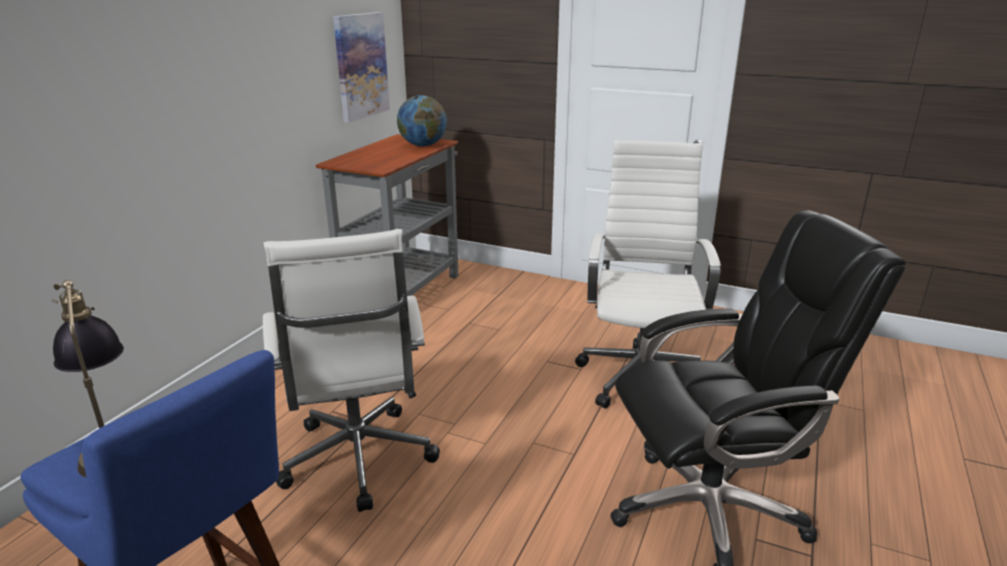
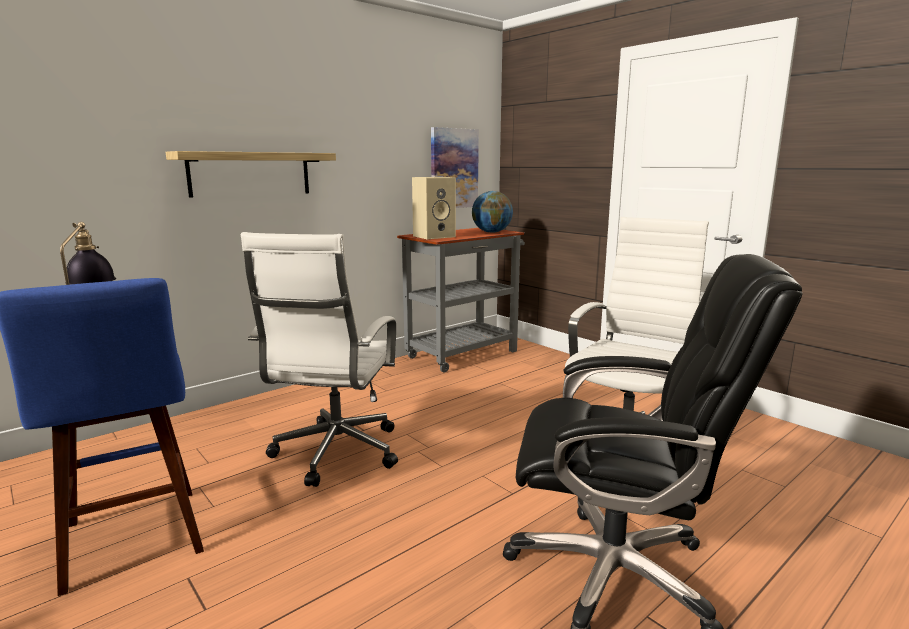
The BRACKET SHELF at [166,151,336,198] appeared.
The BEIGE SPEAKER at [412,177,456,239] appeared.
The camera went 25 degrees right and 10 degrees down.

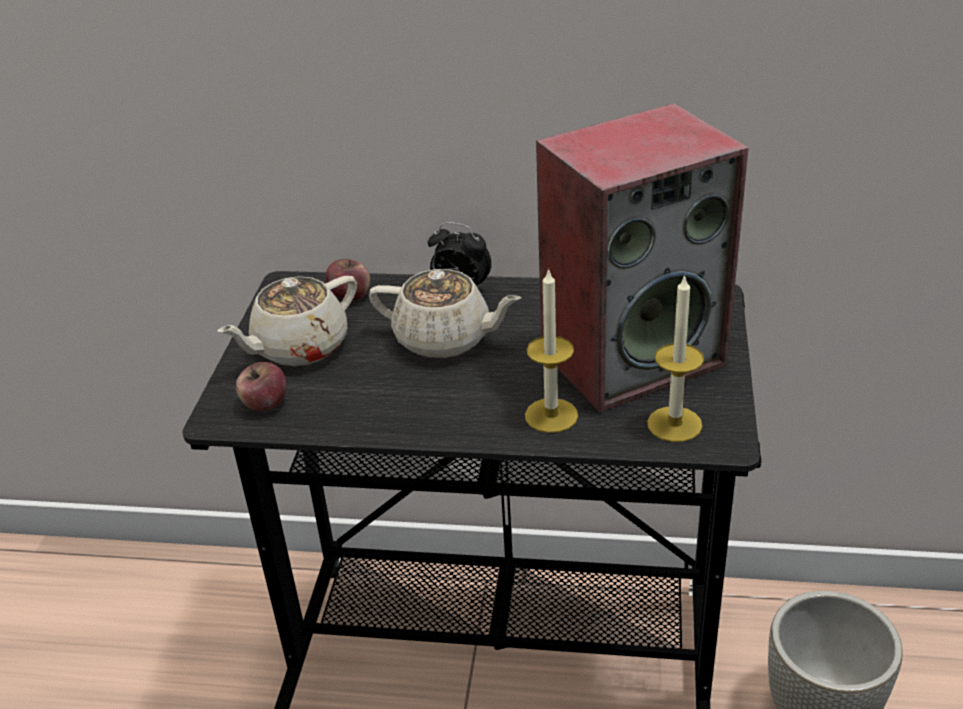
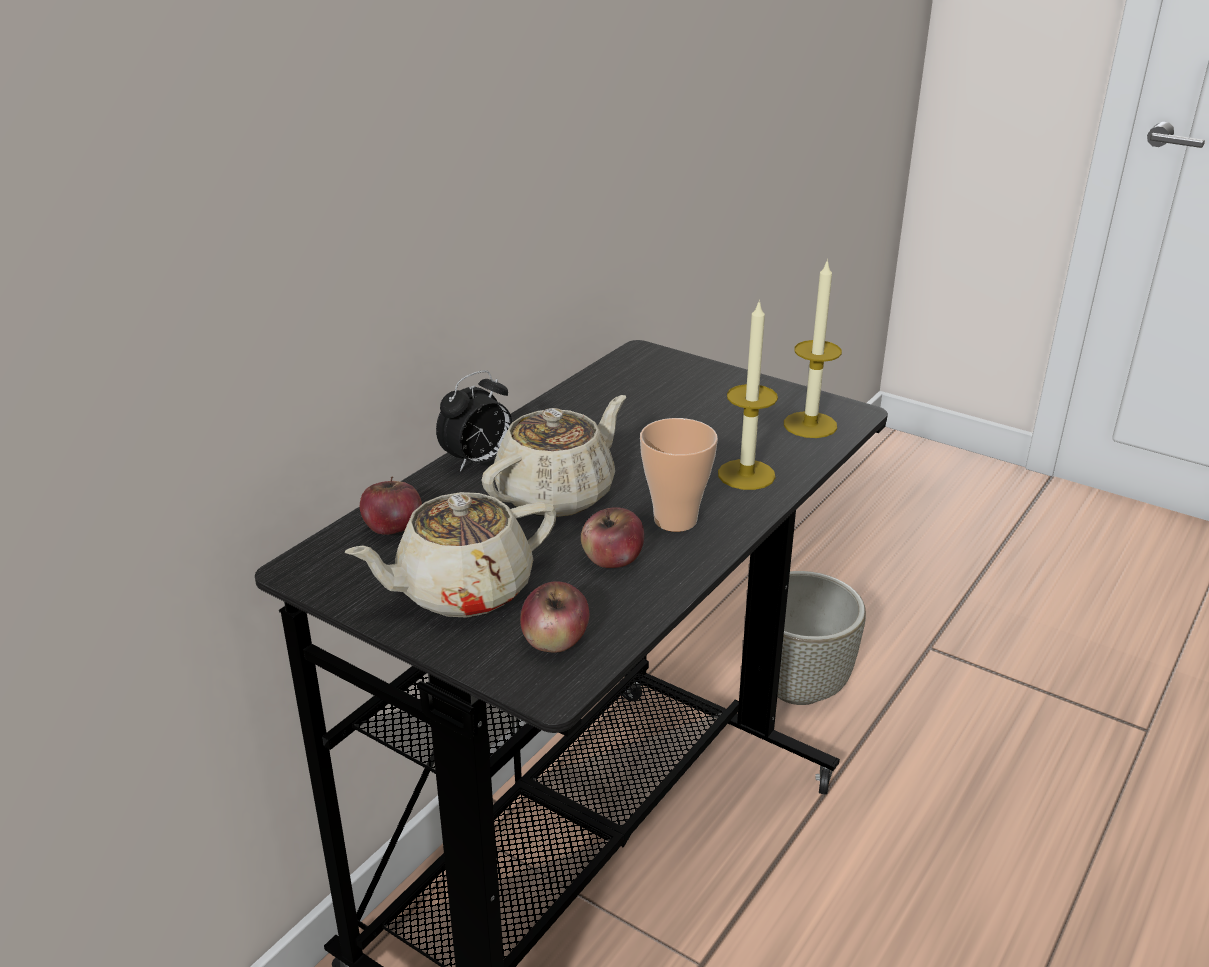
The BEIGE POT FOR TEA at [217,276,357,366] turned 75 degrees clockwise.
The SPEAKER at [536,103,748,413] disappeared.
The WHOLE APPLE at [581,507,644,568] appeared.
The DRINKING CUP at [640,418,718,532] appeared.
The camera went 65 degrees left and 5 degrees down.

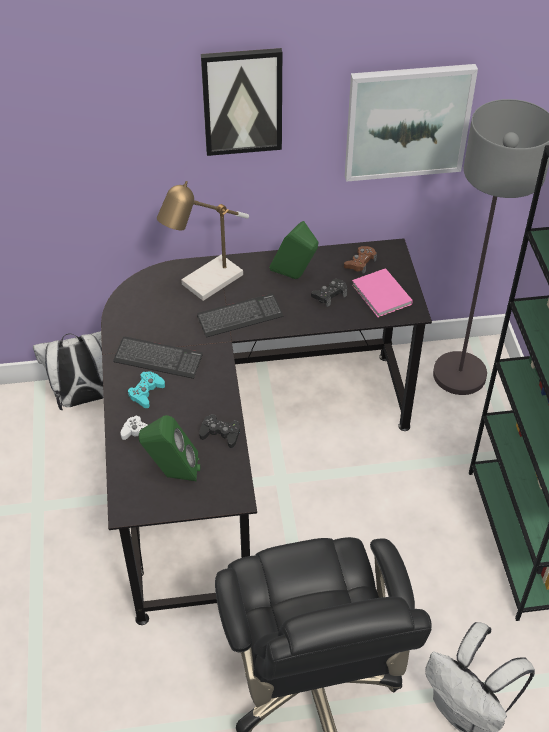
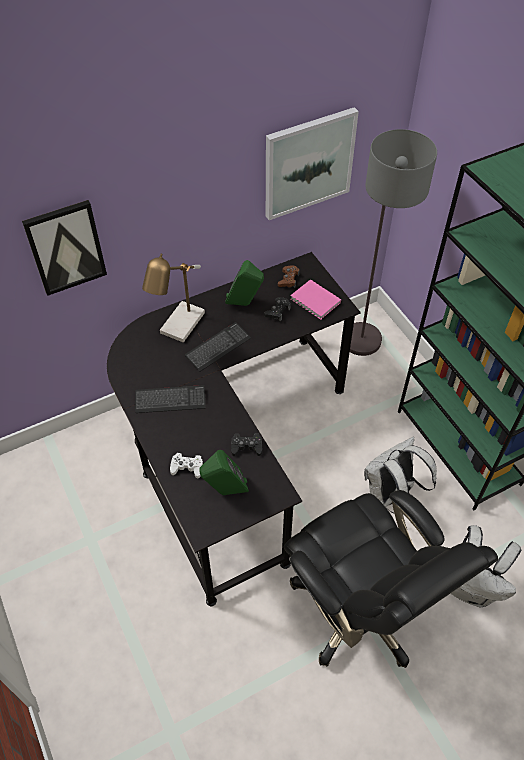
The WHITE RUCKSACK moved from [33,331,104,410] to [364,437,437,513].
The TURQUOISE-COLOURED GAME CONTROLLER at [128,371,165,408] disappeared.
The PICTURE moved from [201,48,282,156] to [22,200,107,296].
The camera went 20 degrees left and 5 degrees up.

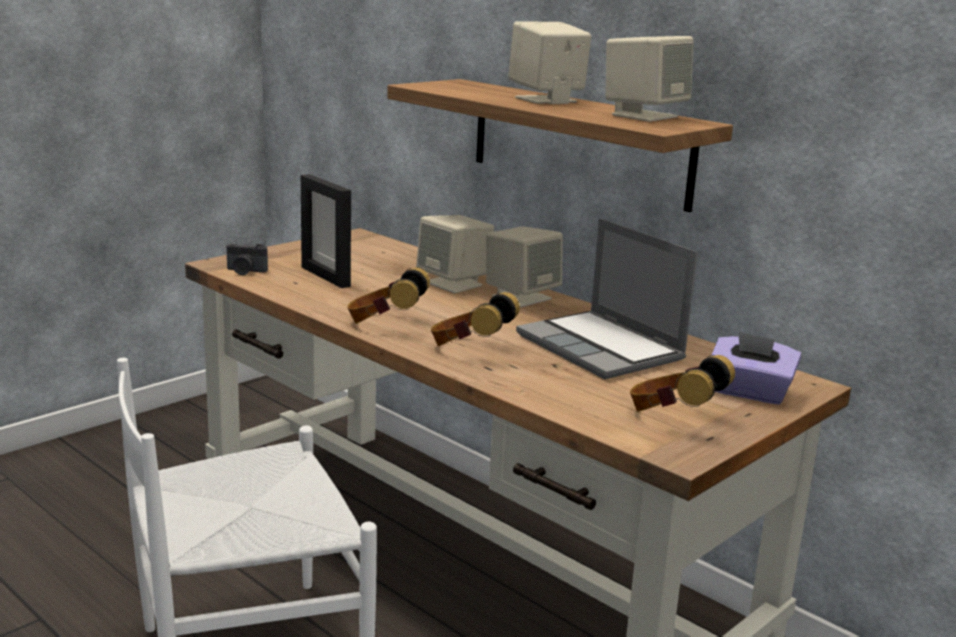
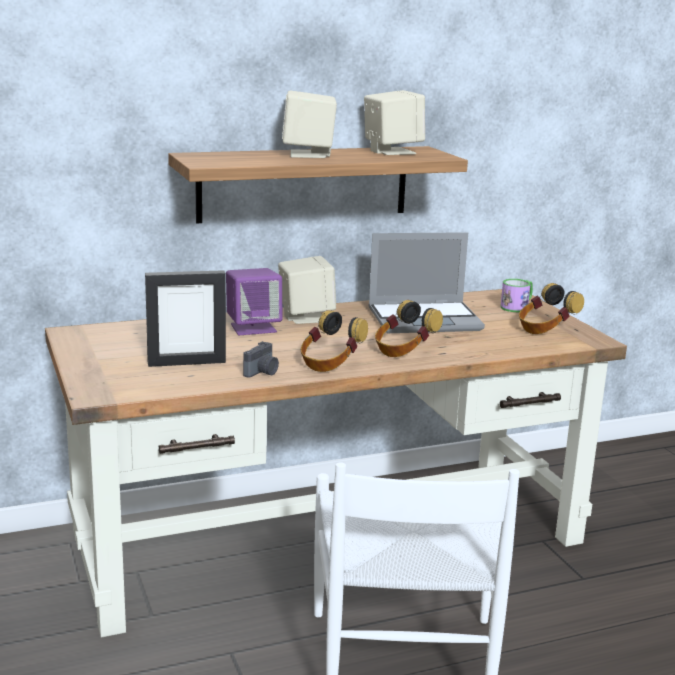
The STILL CAMERA moved from [226,244,268,275] to [243,341,279,378].
The BEIGE SPEAKER at [416,215,494,293] became the PURPLE SPEAKER at [226,268,282,335].
The PURPLE BOX OF TISSUES at [712,331,801,405] was replaced by the TEA MUG at [500,279,533,312].
The camera went 65 degrees left and 0 degrees up.

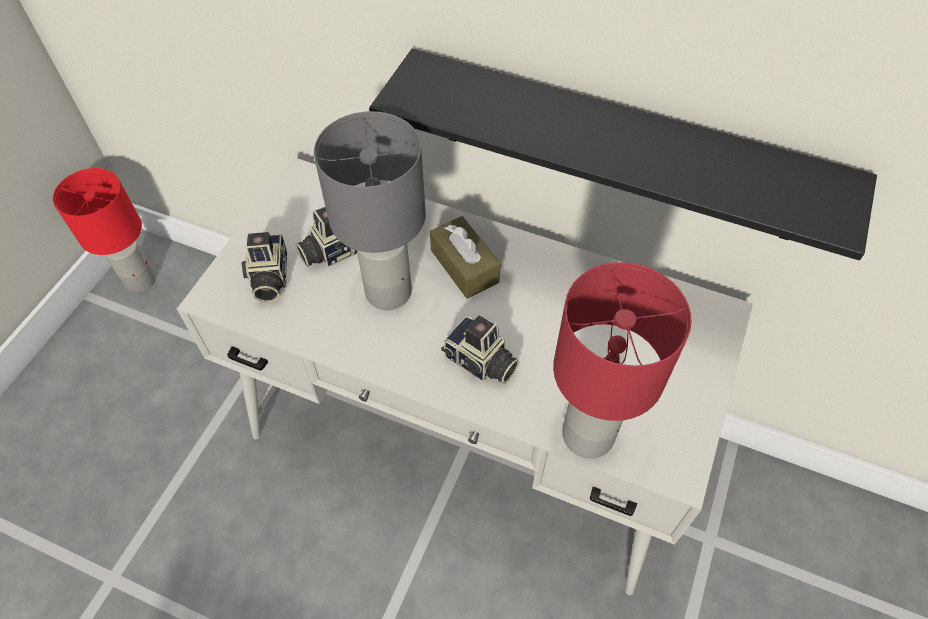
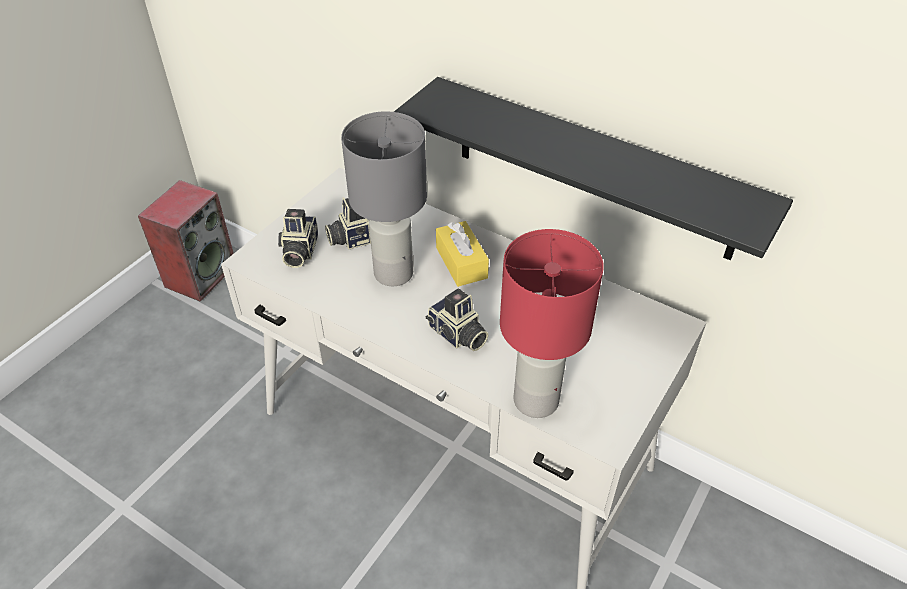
The RED-COLOURED LAMP FOR A TABLE at [53,168,156,293] was replaced by the SPEAKER at [138,180,234,302].
The BROWNISH BOX OF TISSUES at [430,216,501,299] became the YELLOW BOX OF TISSUES at [436,221,489,287].
The camera went 10 degrees right and 10 degrees down.

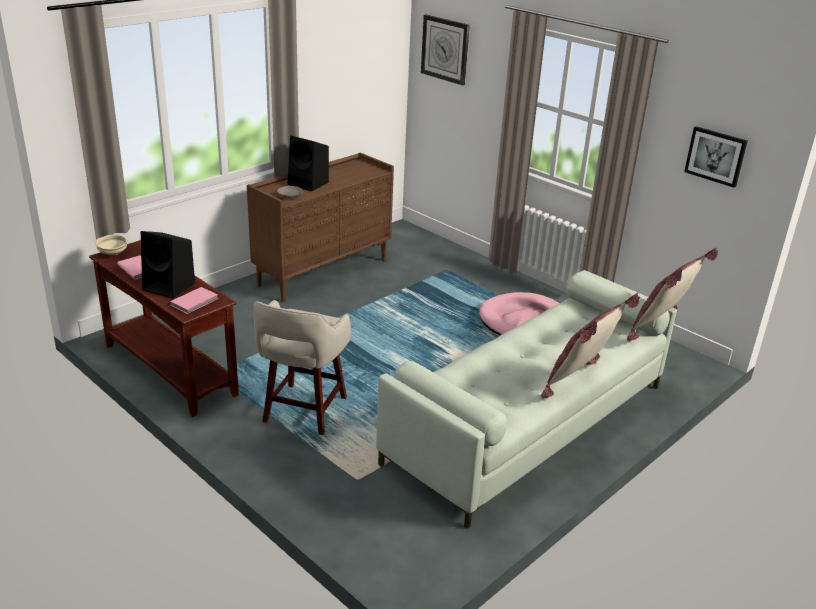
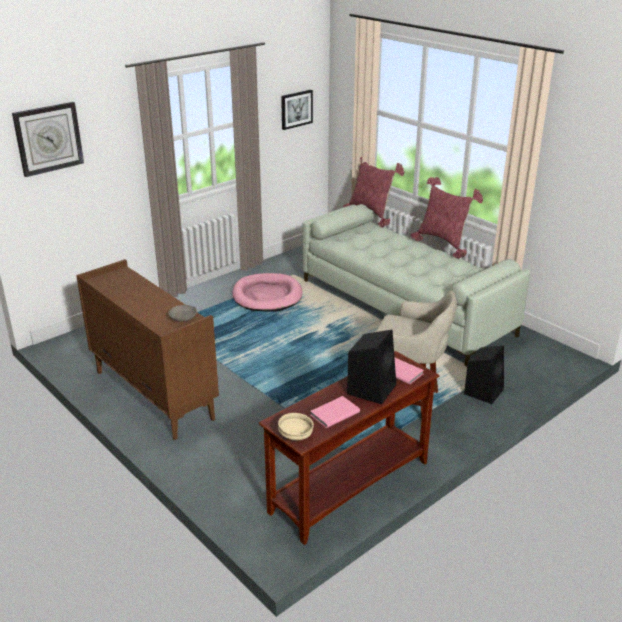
The BLACK SPEAKER moved from [288,136,329,192] to [464,346,504,404].
The camera went 85 degrees left and 0 degrees up.

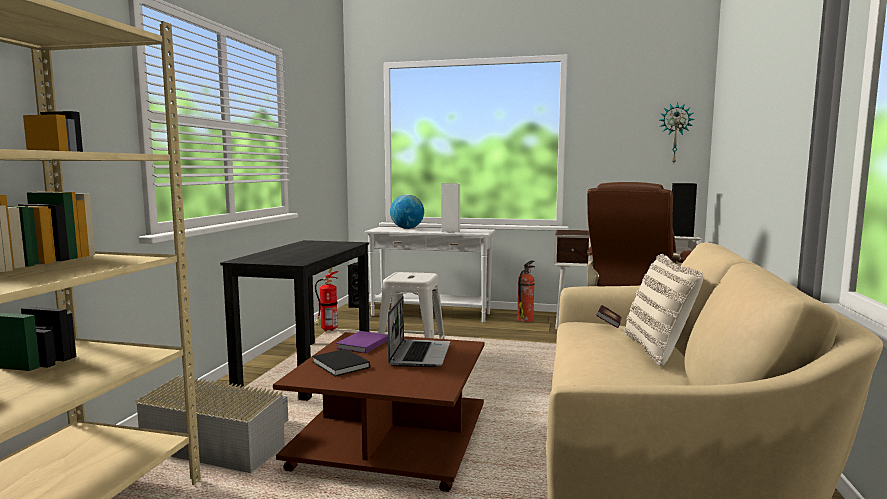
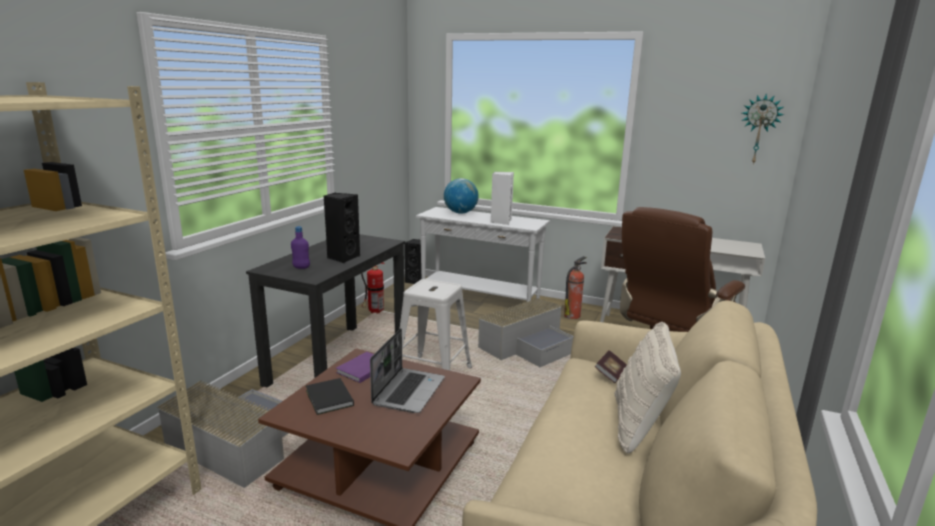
The BLACK SPEAKER moved from [672,183,697,237] to [324,193,360,263].
The PURPLE DRINK BOTTLE at [291,226,310,269] appeared.
The GREYISH STORAGE BOX at [478,298,573,367] appeared.
The camera went 10 degrees right and 10 degrees up.

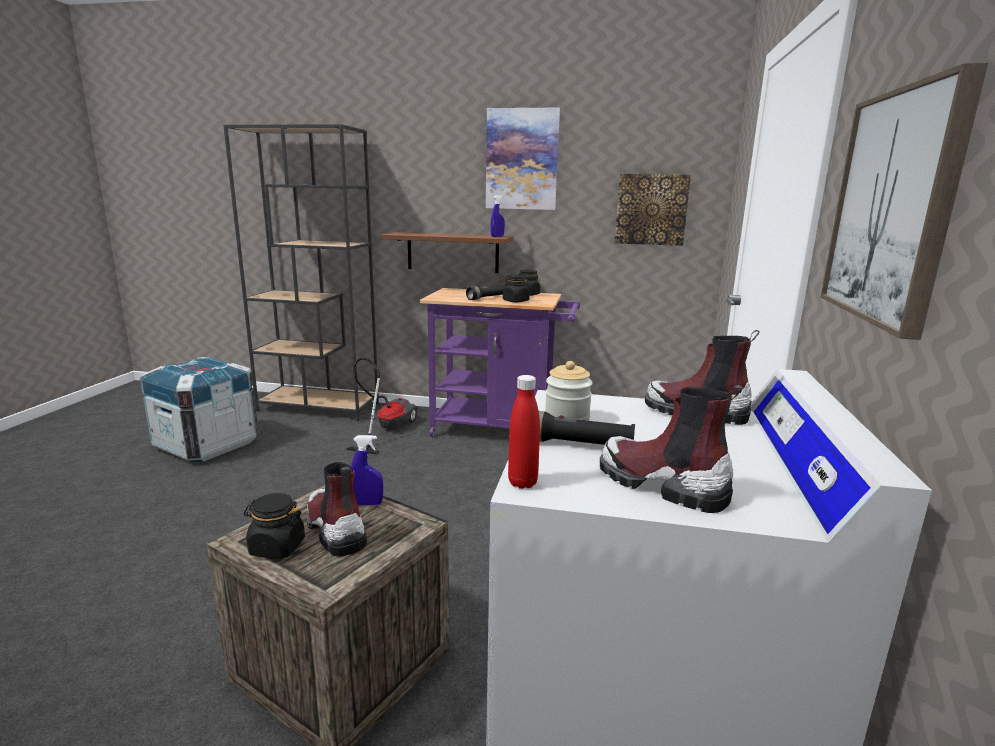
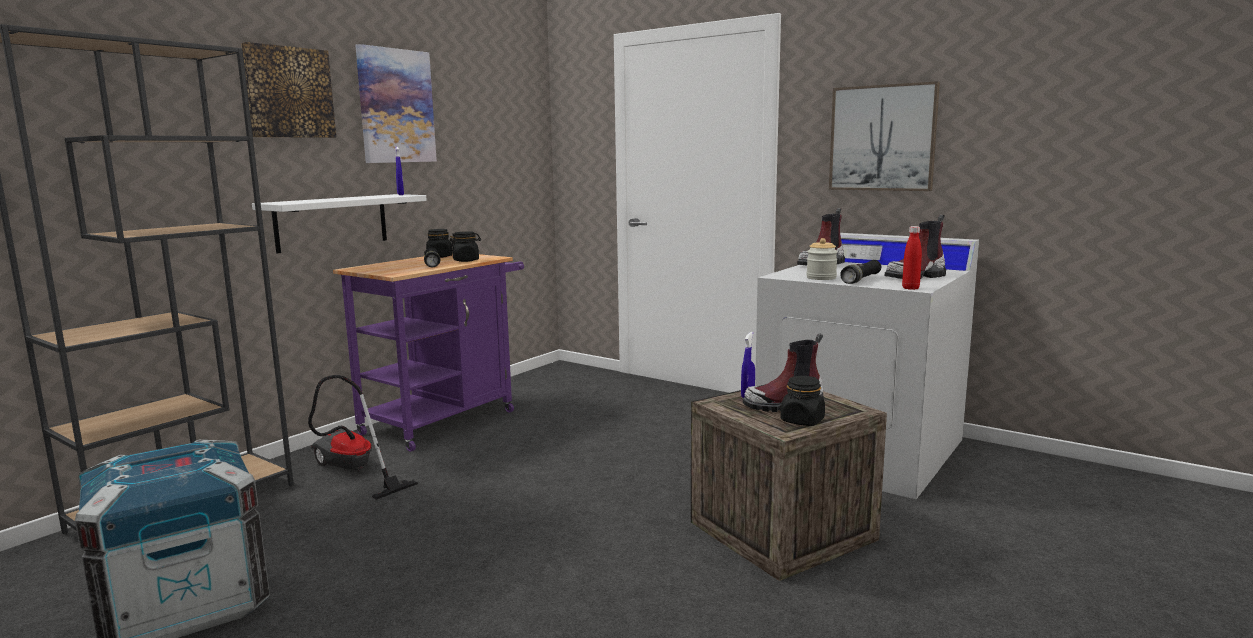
The BROWNISH BRACKET SHELF at [381,232,513,273] became the WHITE BRACKET SHELF at [252,194,427,254].
The PICTURE moved from [615,174,691,246] to [241,42,336,138].
The camera went 65 degrees left and 5 degrees down.

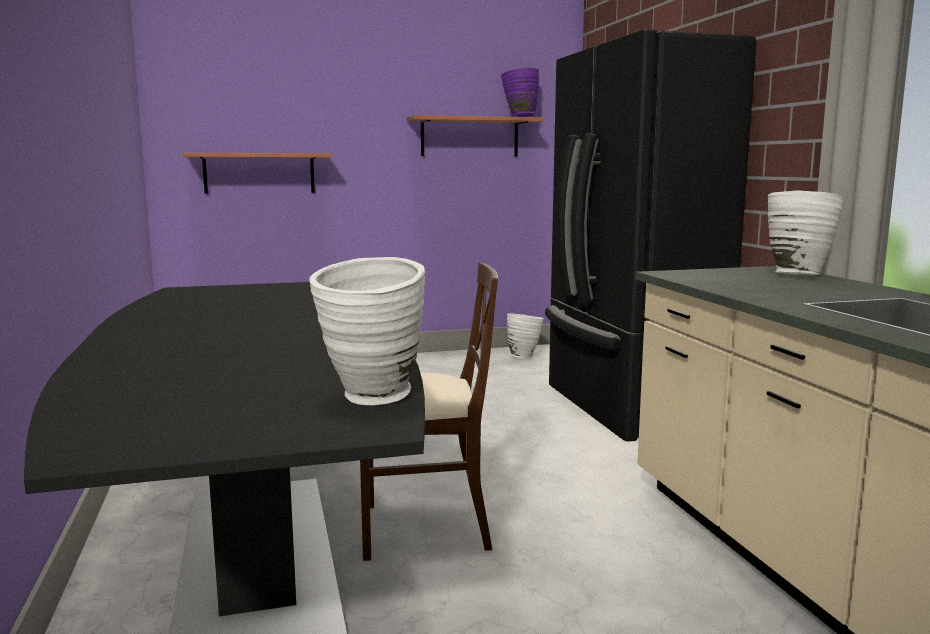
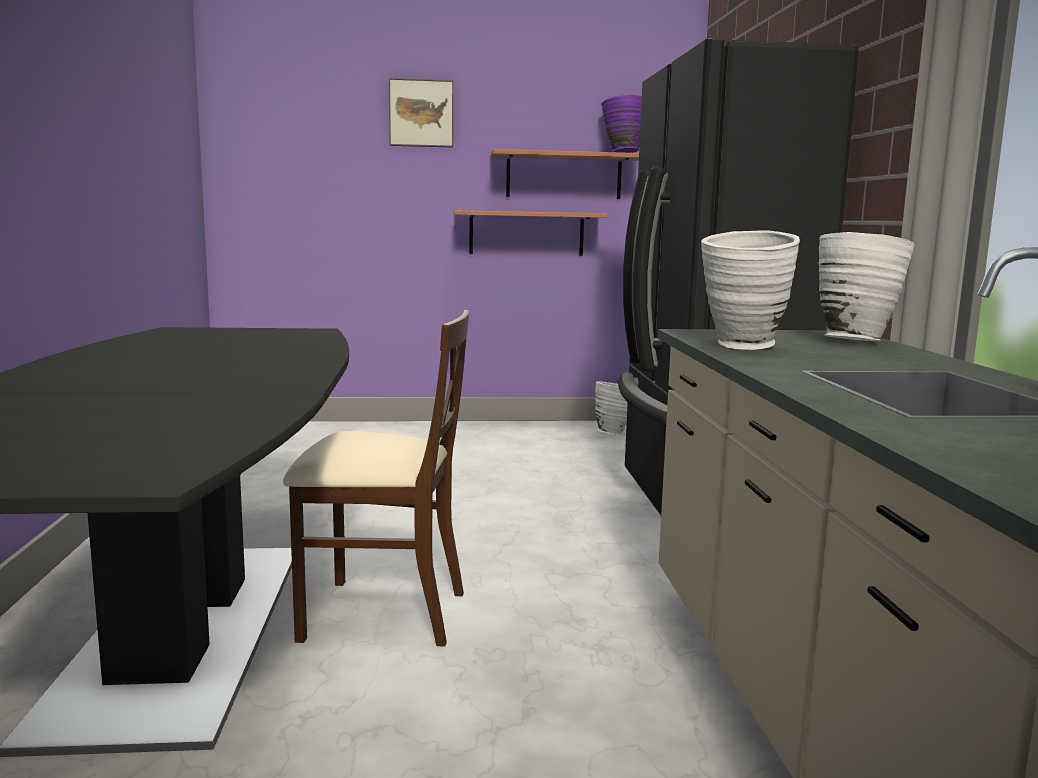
The BRACKET SHELF moved from [182,153,332,194] to [454,210,608,256].
The WHITE DECORATIVE VASE moved from [309,257,425,405] to [701,230,800,350].
The PICTURE at [389,78,454,148] appeared.
The camera went 10 degrees right and 0 degrees up.

